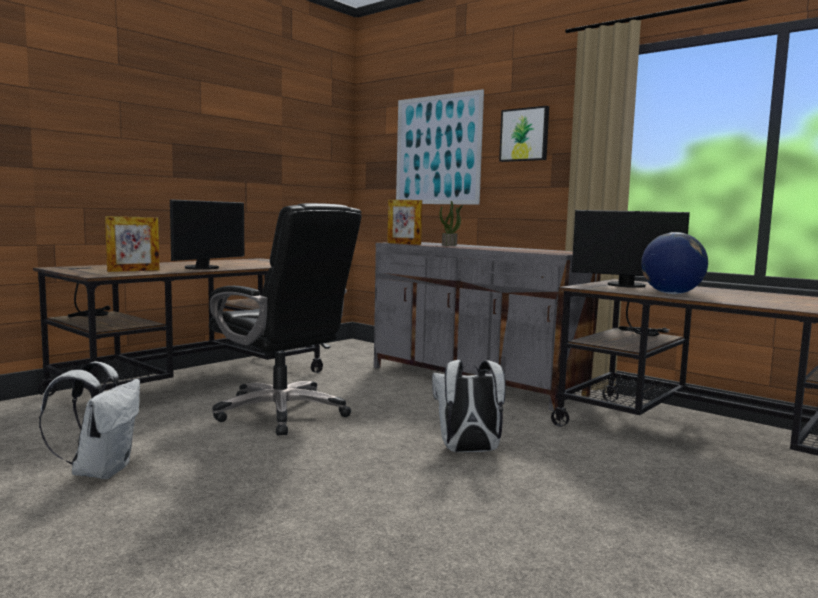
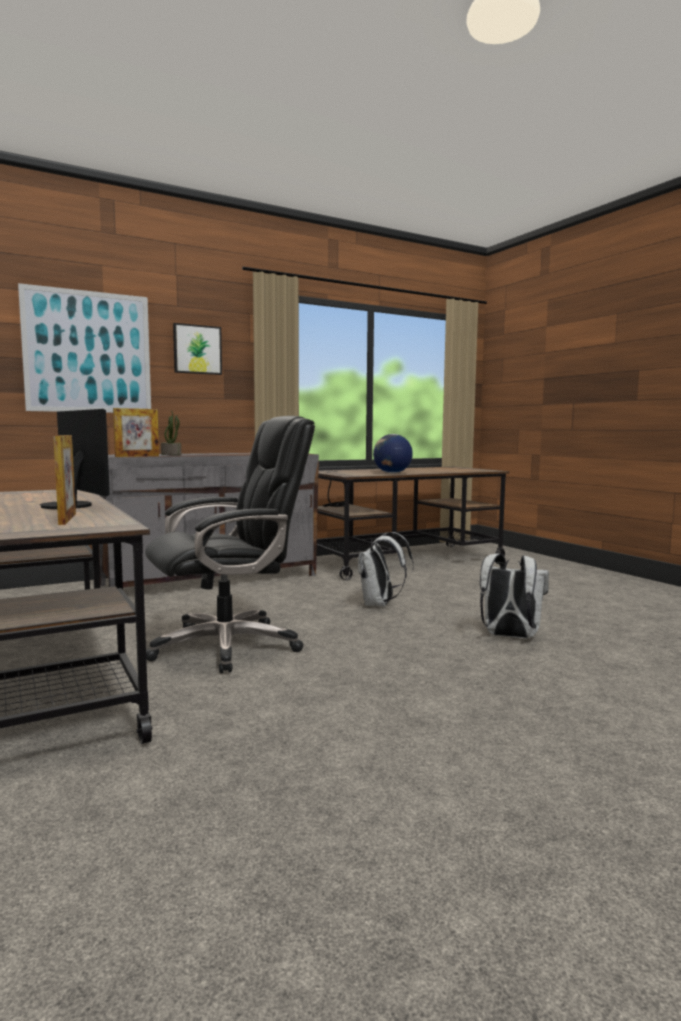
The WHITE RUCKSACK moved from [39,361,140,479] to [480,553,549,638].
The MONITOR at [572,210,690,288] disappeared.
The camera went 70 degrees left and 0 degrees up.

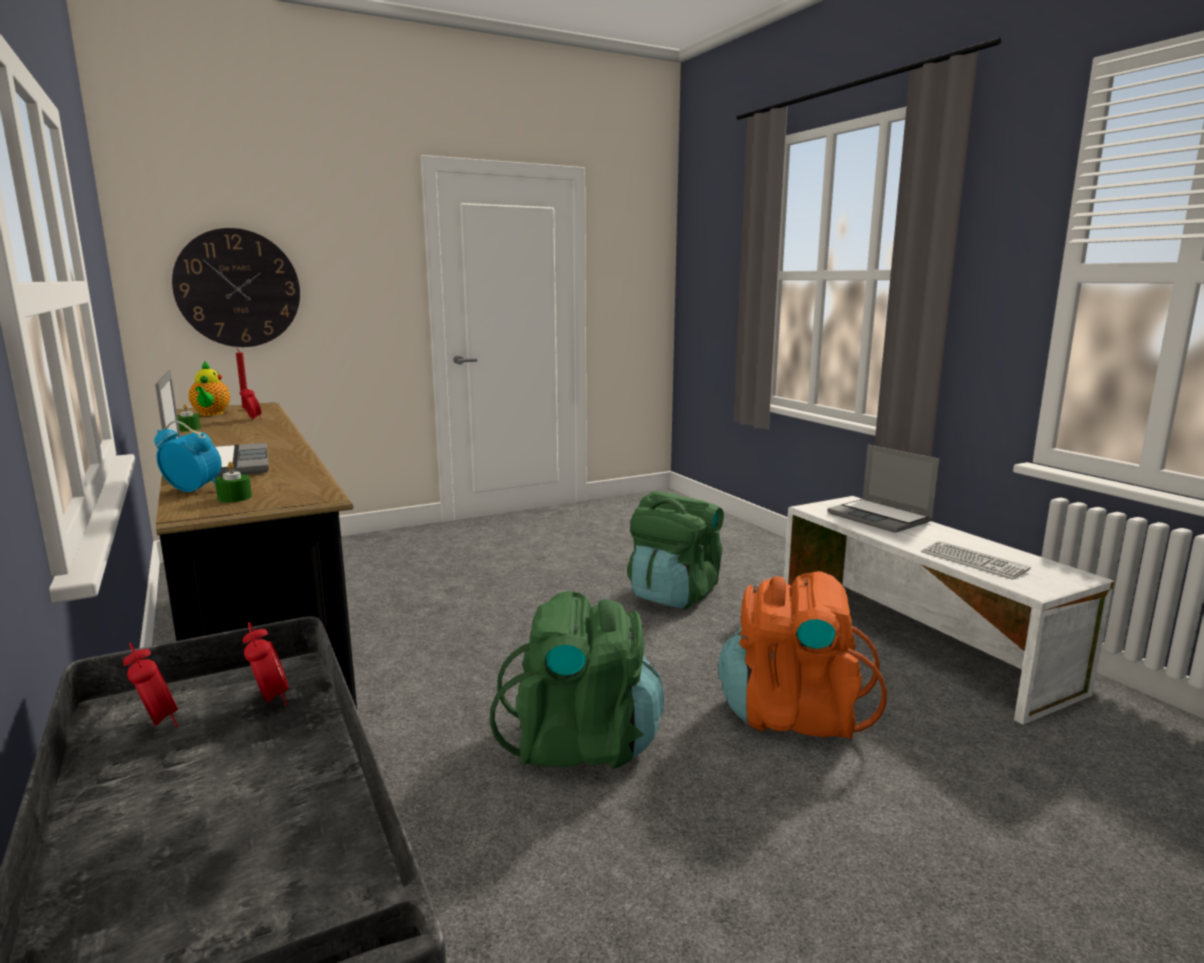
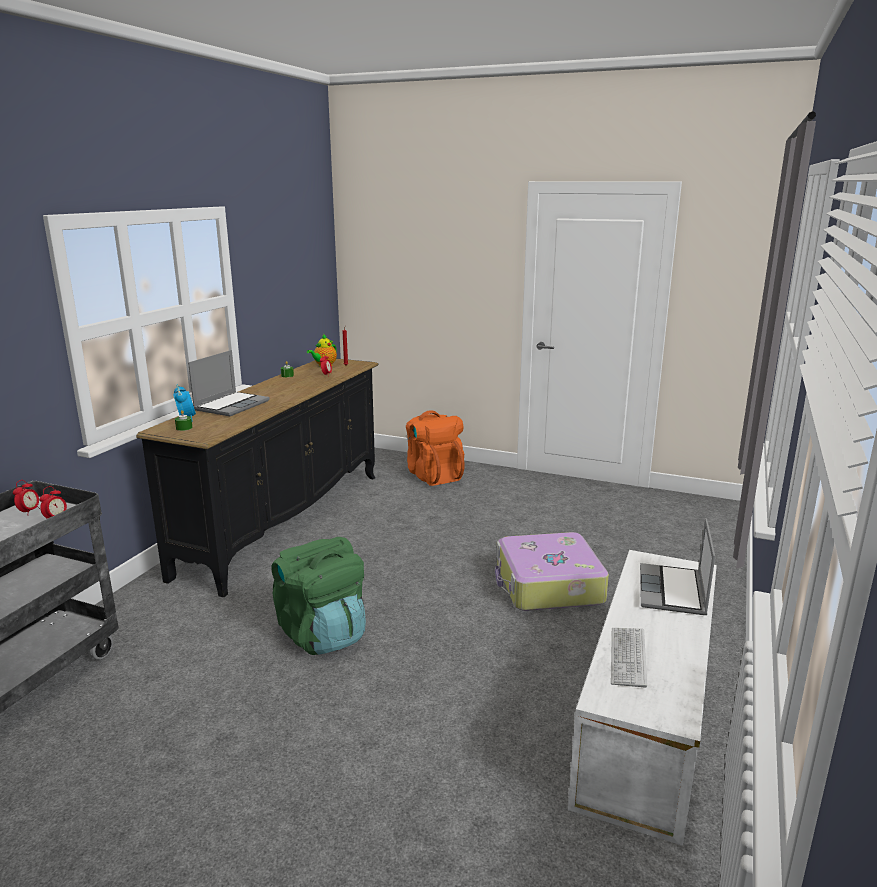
The WALL CLOCK at [172,228,300,347] disappeared.
The GREEN RUCKSACK at [627,491,724,609] was replaced by the TRAVEL CASE at [495,532,609,611].
The ORANGE-COLOURED RUCKSACK moved from [718,571,887,739] to [406,410,464,486].
The camera went 50 degrees right and 5 degrees up.

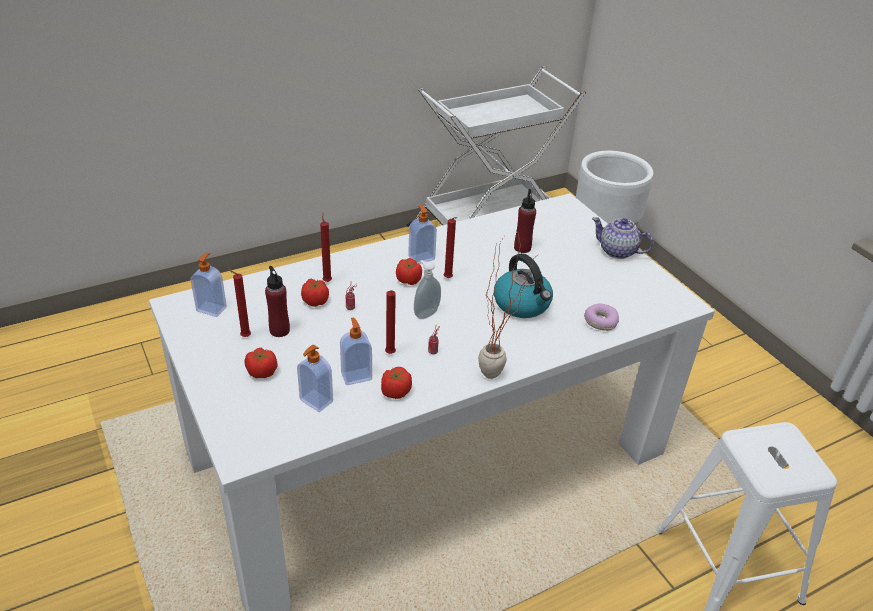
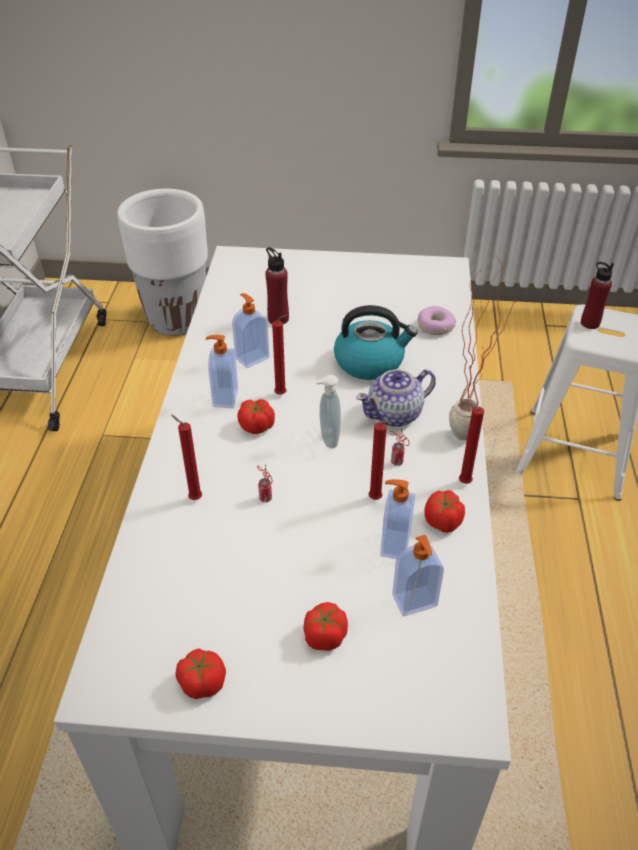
The SOAP DISPENSER moved from [191,253,227,317] to [232,293,269,368].
The RED-COLOURED CANDLE moved from [227,269,251,337] to [459,406,484,484].
The RED-COLOURED DRINK BOTTLE moved from [265,266,290,337] to [581,262,614,329].
The WHOLE TOMATO moved from [301,279,329,307] to [176,648,226,699].
The POT FOR TEA moved from [592,217,654,259] to [356,369,436,427].
The camera went 55 degrees left and 5 degrees up.

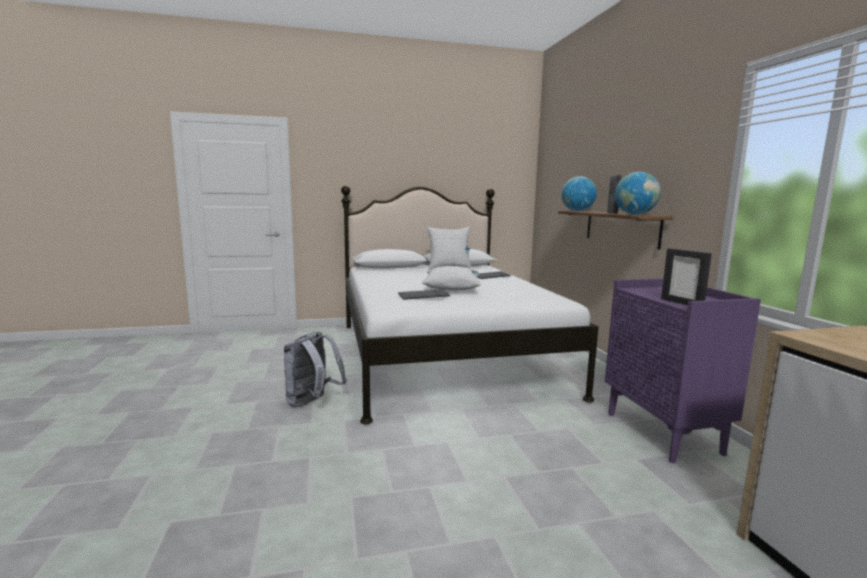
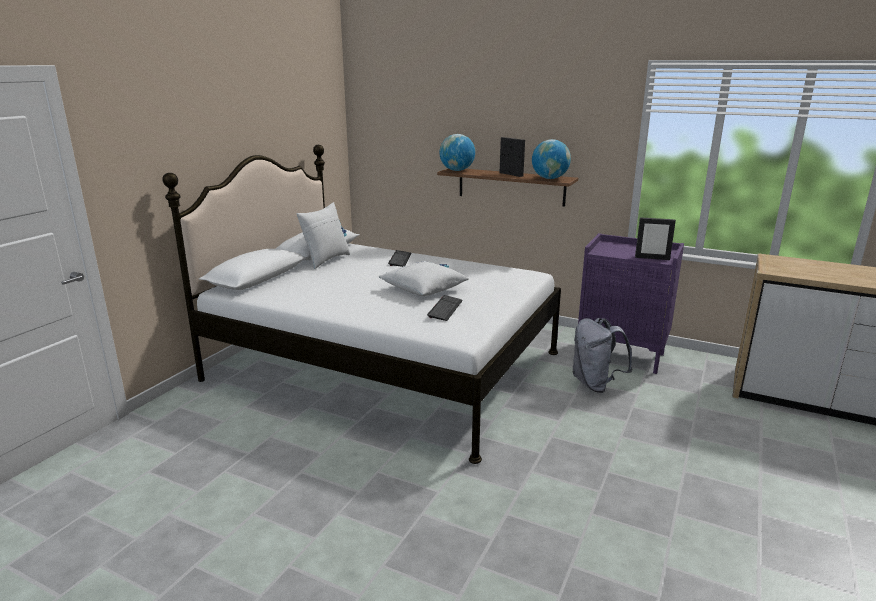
The GREYISH RUCKSACK moved from [284,332,347,407] to [573,318,633,393].
The camera went 50 degrees left and 10 degrees up.

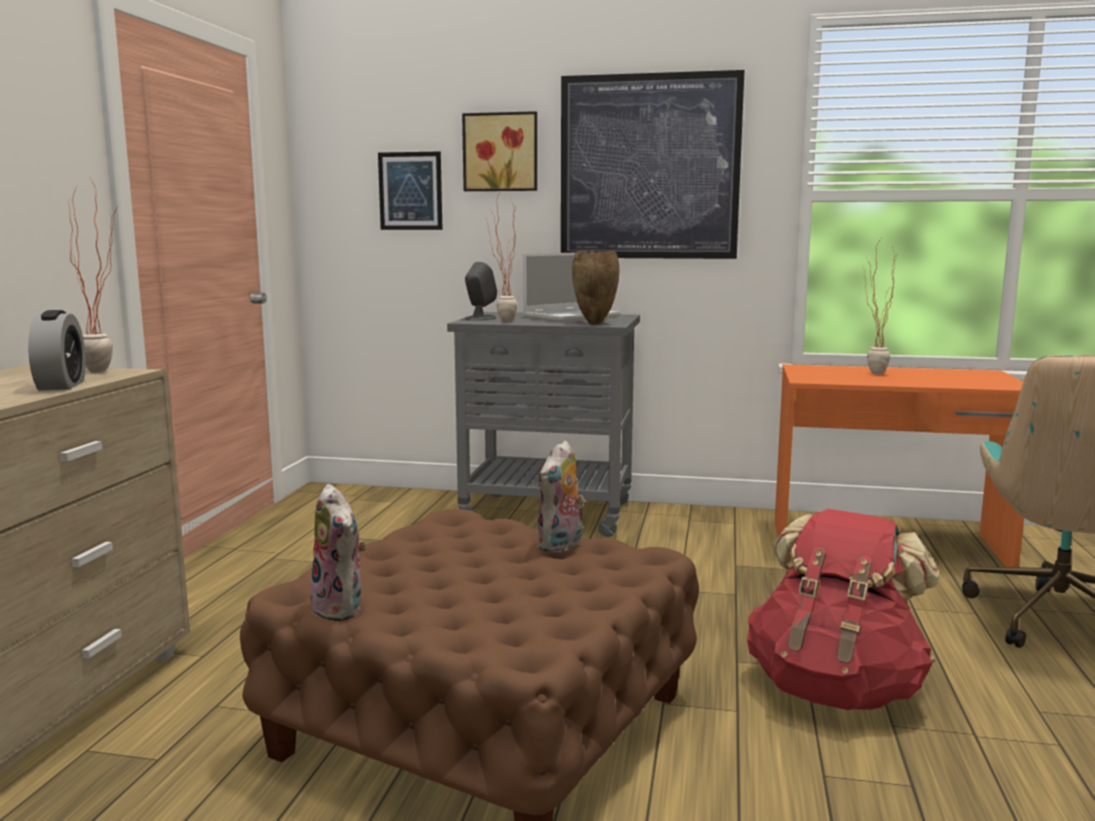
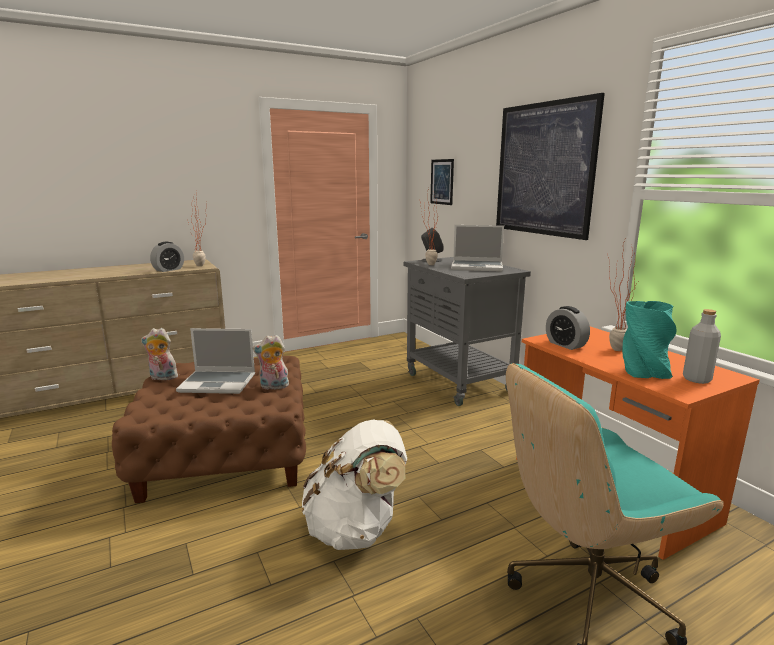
The PLUSH TOY at [310,484,366,621] turned 75 degrees clockwise.
The PICTURE at [462,111,537,191] disappeared.
The BROWNISH DECORATIVE VASE at [572,251,620,325] disappeared.
The RED-COLOURED RUCKSACK at [747,509,939,710] became the WHITE RUCKSACK at [302,420,407,550].
The NOTEBOOK COMPUTER at [176,328,255,394] appeared.
The TABLE CLOCK at [546,306,590,350] appeared.
The TURQUOISE-COLOURED DECORATIVE VASE at [622,301,676,379] appeared.
The GREYISH DRINK BOTTLE at [683,309,721,384] appeared.
The camera went 50 degrees right and 5 degrees up.

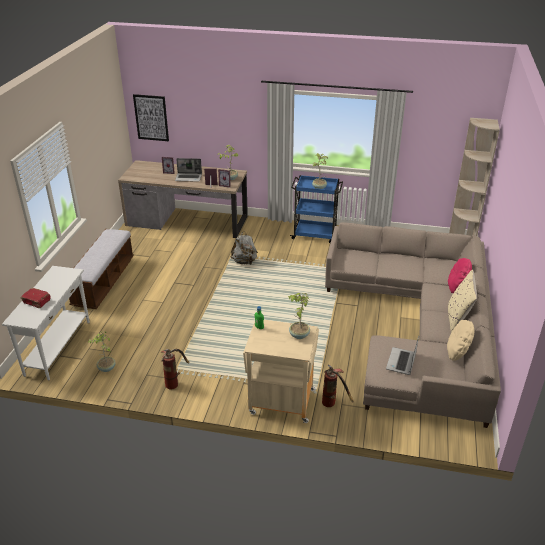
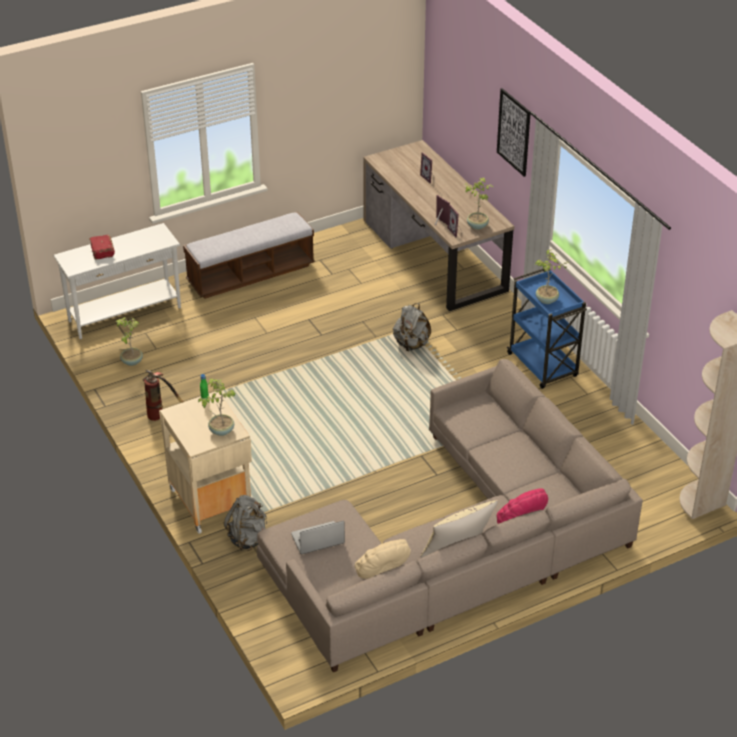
The PICTURE moved from [133,94,169,141] to [497,88,530,177].
The NOTEBOOK COMPUTER at [175,158,202,182] disappeared.
The EXTINGUISHER at [322,365,354,407] was replaced by the GREYISH RUCKSACK at [224,495,267,551].
The camera went 50 degrees right and 5 degrees up.

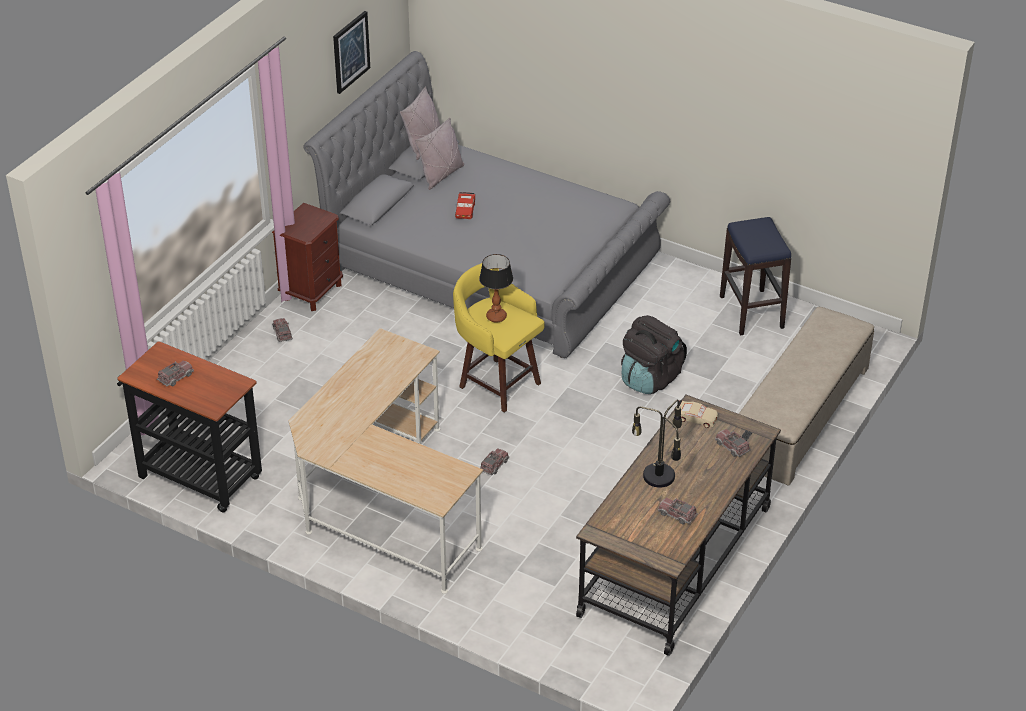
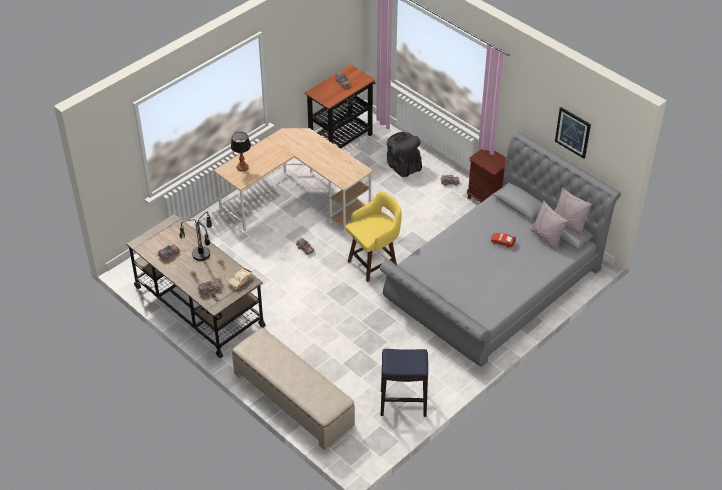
The LAMP FOR A TABLE moved from [479,254,513,323] to [231,132,251,172].
The BLACK RUCKSACK moved from [621,315,687,394] to [387,132,422,177].
The camera went 105 degrees right and 5 degrees up.

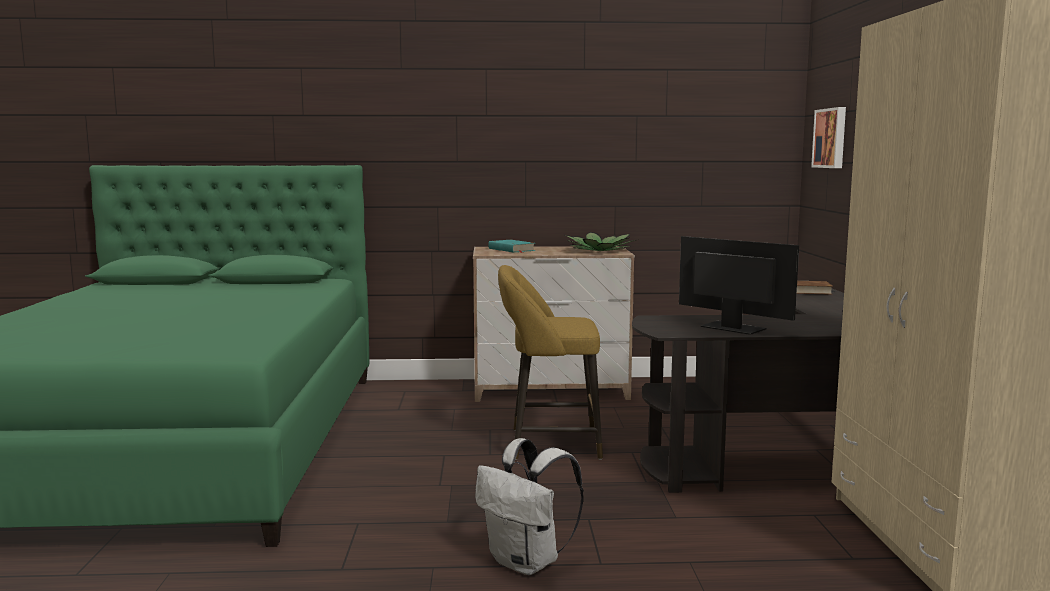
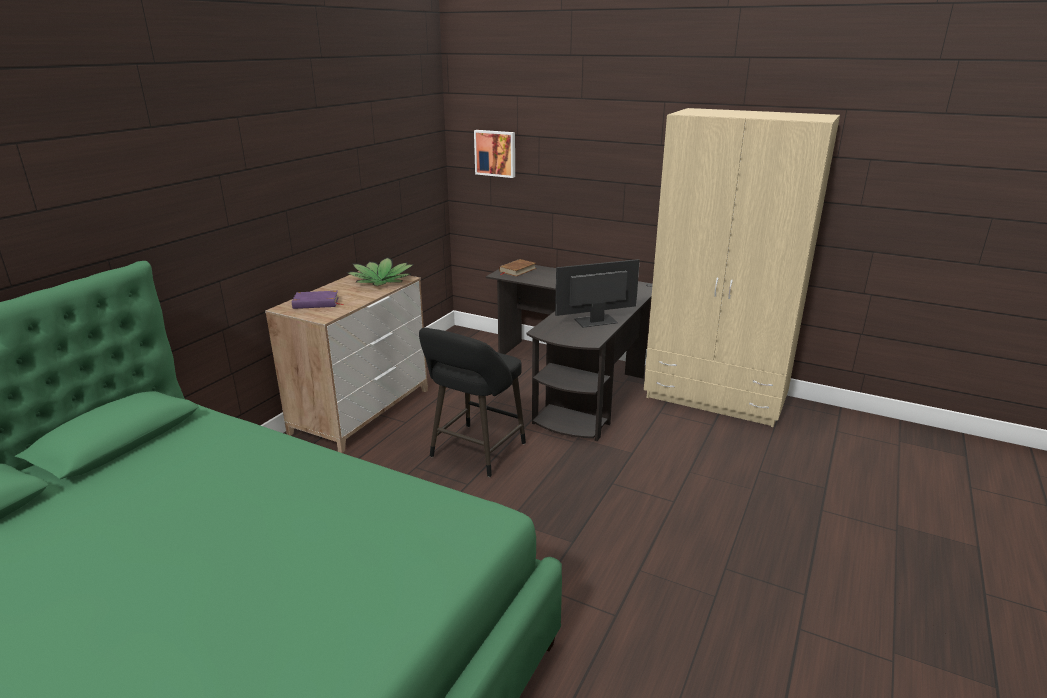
The WHITE RUCKSACK at [475,438,584,575] disappeared.
The TURQUOISE-COLOURED BOOK at [488,240,535,253] became the PURPLE BOOK at [292,291,343,309].
The YELLOW STOOL SEAT at [498,265,603,460] became the BLACK STOOL SEAT at [419,328,526,477].
The camera went 60 degrees left and 15 degrees up.

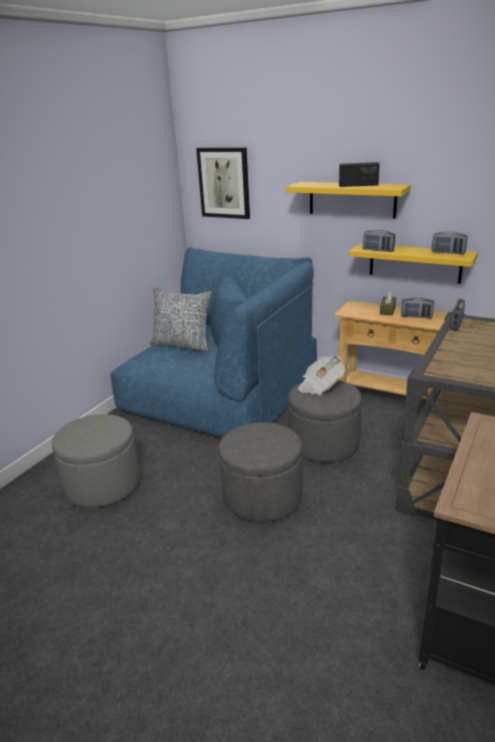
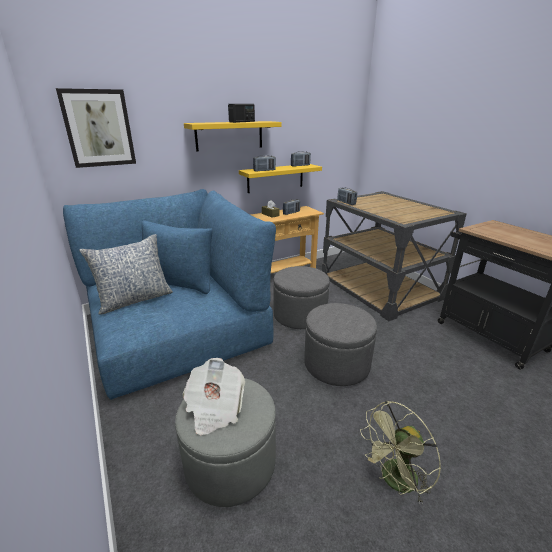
The DAILY PAPER moved from [298,355,345,395] to [183,358,245,436].
The GREEN COOLING FAN at [360,401,441,505] appeared.
The camera went 60 degrees left and 0 degrees up.

